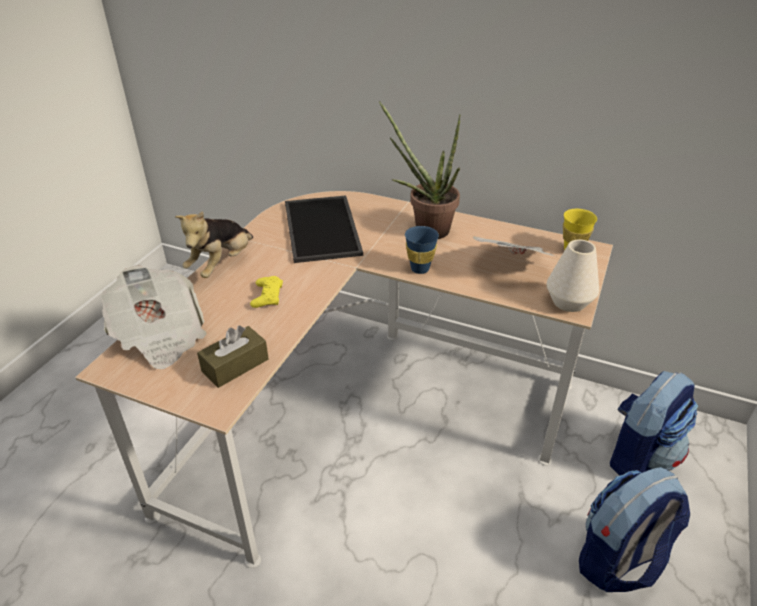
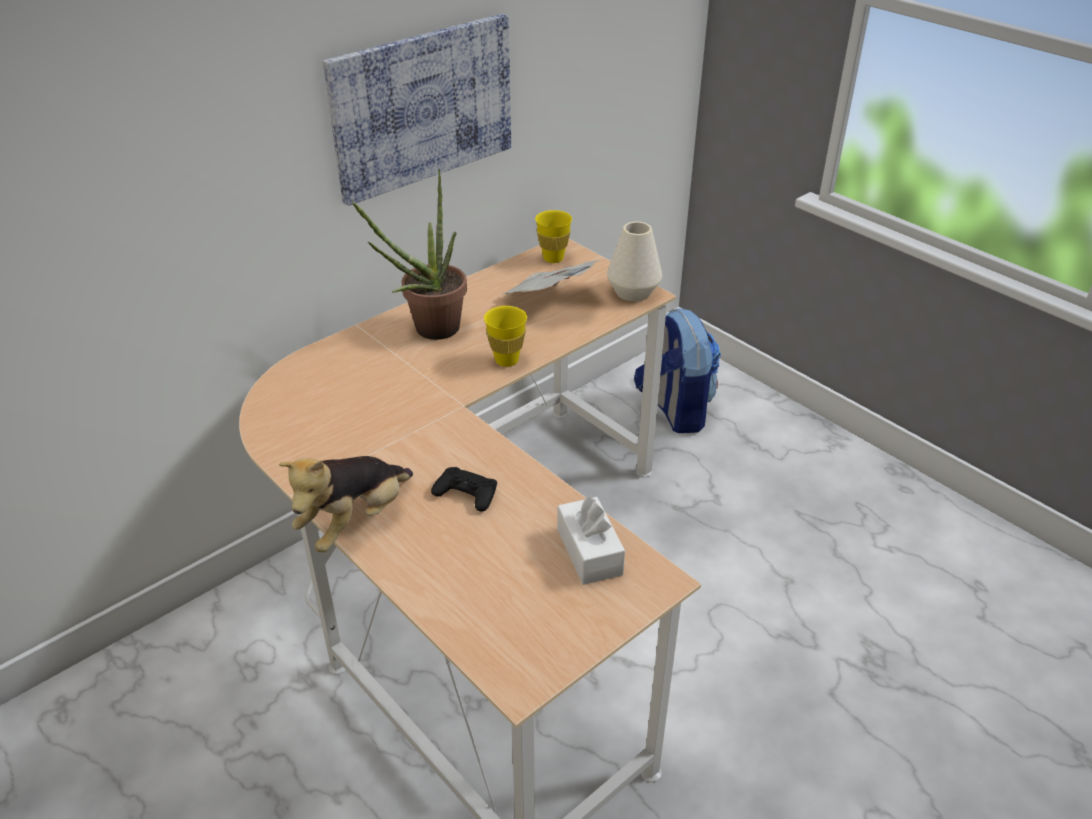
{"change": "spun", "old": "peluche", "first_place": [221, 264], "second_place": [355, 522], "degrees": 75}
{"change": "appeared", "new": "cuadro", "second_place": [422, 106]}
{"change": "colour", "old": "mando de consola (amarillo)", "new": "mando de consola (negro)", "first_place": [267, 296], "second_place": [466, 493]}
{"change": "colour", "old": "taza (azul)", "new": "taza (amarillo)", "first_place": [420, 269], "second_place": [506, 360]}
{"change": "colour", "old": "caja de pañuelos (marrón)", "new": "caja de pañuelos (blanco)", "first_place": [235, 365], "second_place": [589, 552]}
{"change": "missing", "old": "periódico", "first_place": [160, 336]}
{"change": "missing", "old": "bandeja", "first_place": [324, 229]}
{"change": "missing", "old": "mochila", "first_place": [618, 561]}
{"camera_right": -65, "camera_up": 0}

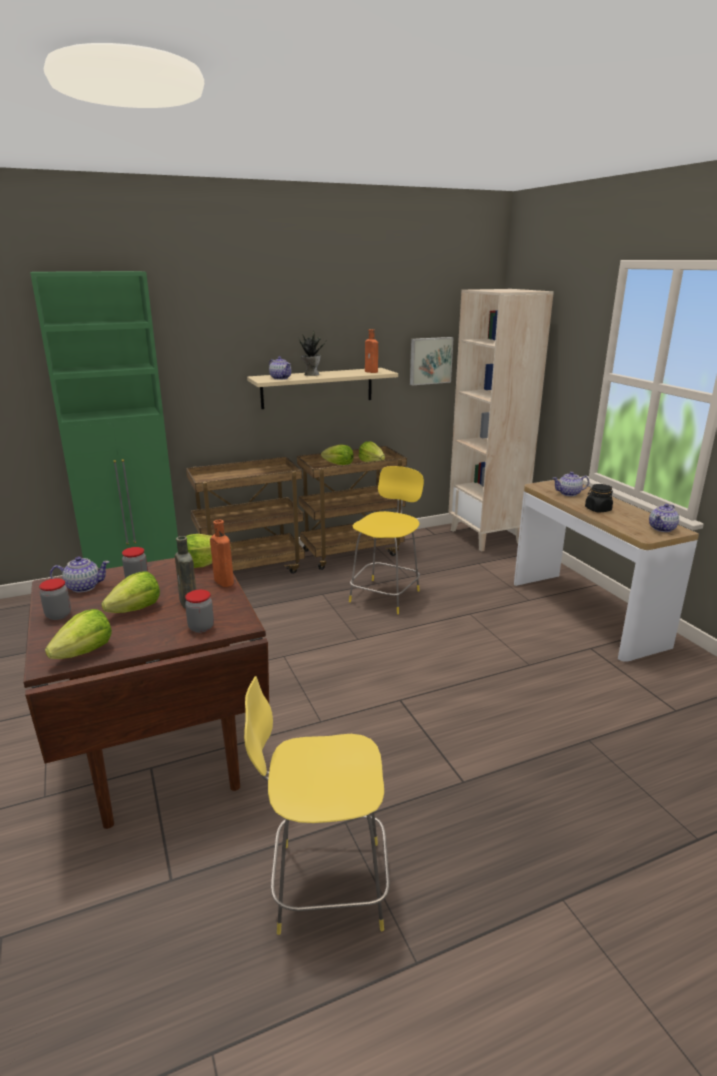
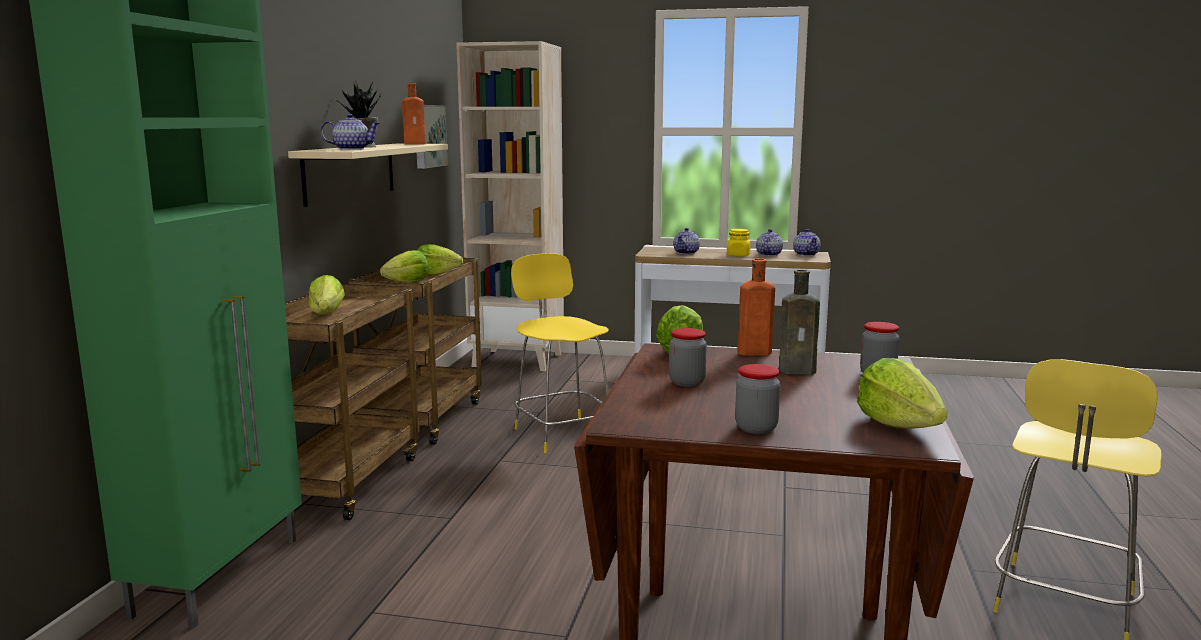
{"change": "relocated", "old": "lechuga", "first_place": [136, 609], "second_place": [327, 314]}
{"change": "colour", "old": "tarro (negro)", "new": "tarro (amarillo)", "first_place": [597, 509], "second_place": [738, 255]}
{"change": "relocated", "old": "tetera", "first_place": [83, 587], "second_place": [768, 254]}
{"camera_right": -55, "camera_up": -10}

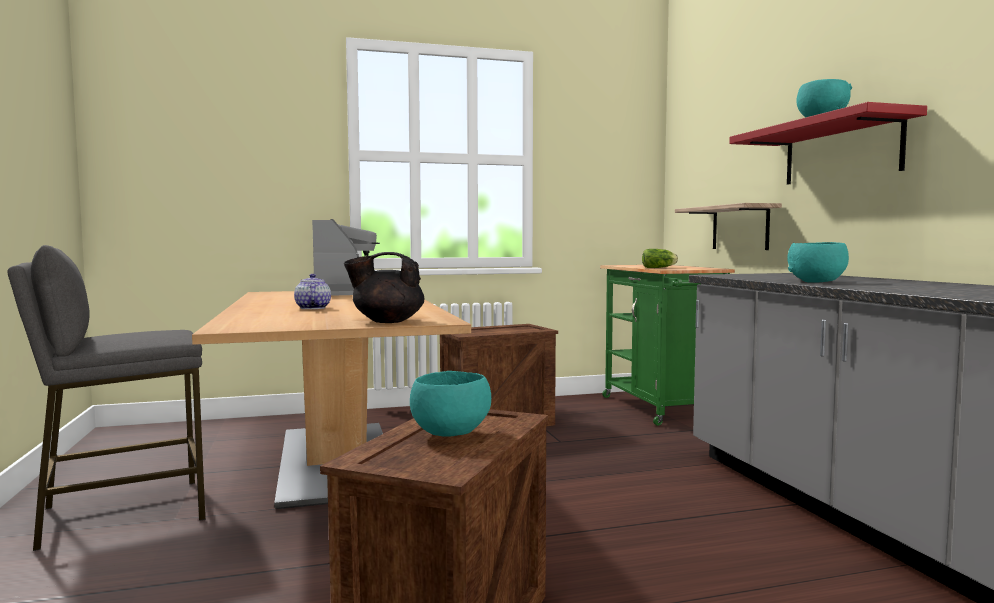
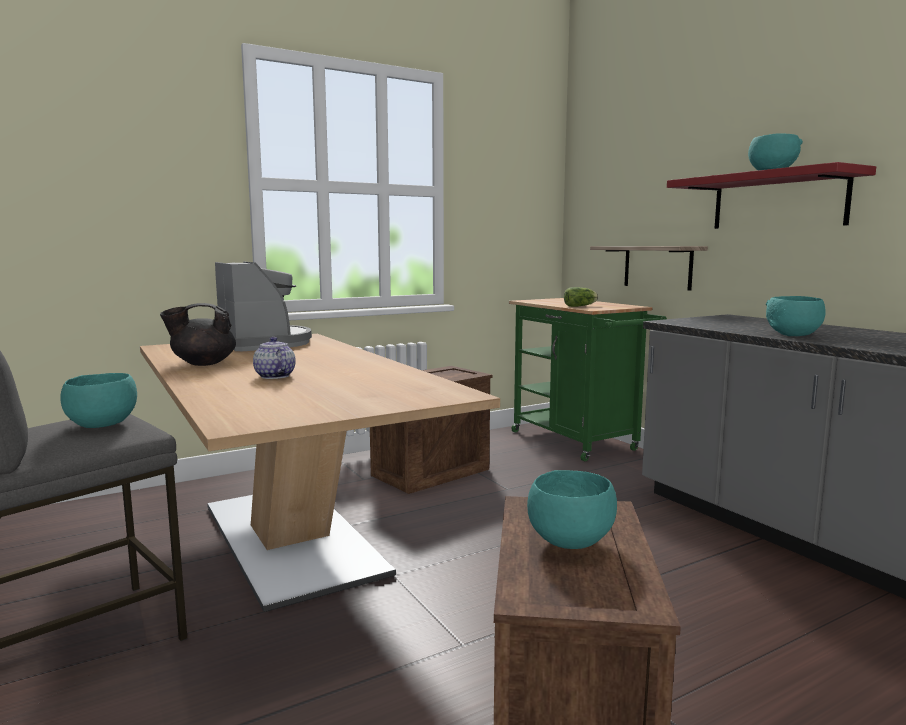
{"change": "appeared", "new": "cuenco (turquesa)", "second_place": [102, 425]}
{"change": "relocated", "old": "tetera (negro)", "first_place": [387, 321], "second_place": [203, 363]}
{"camera_right": -15, "camera_up": 5}

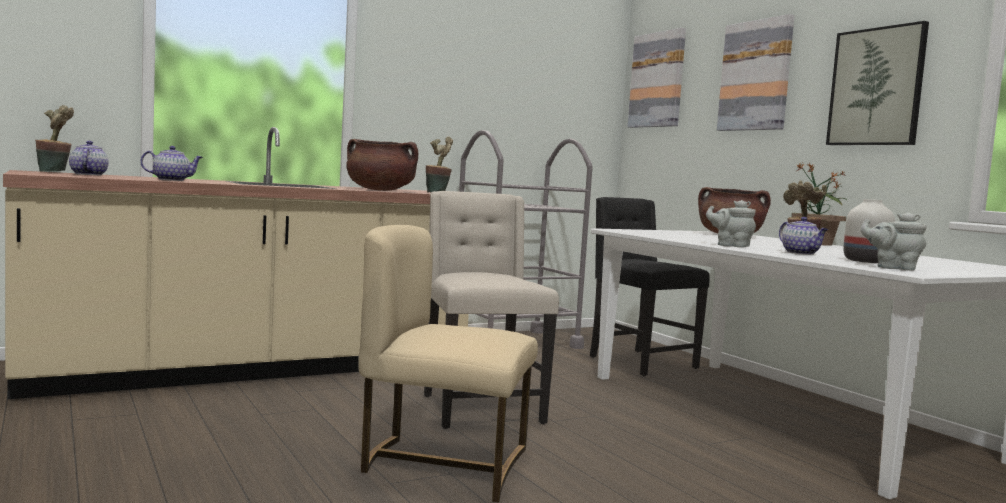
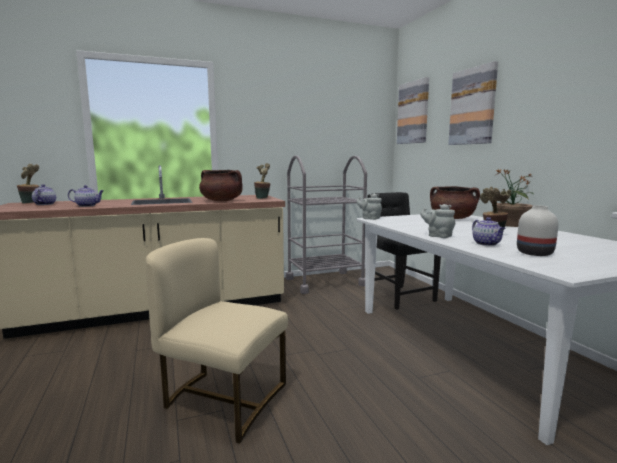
{"change": "relocated", "old": "tetera (gris)", "first_place": [892, 268], "second_place": [369, 218]}
{"change": "missing", "old": "silla (beis)", "first_place": [478, 408]}
{"change": "missing", "old": "cuadro", "first_place": [877, 87]}
{"camera_right": 10, "camera_up": 5}

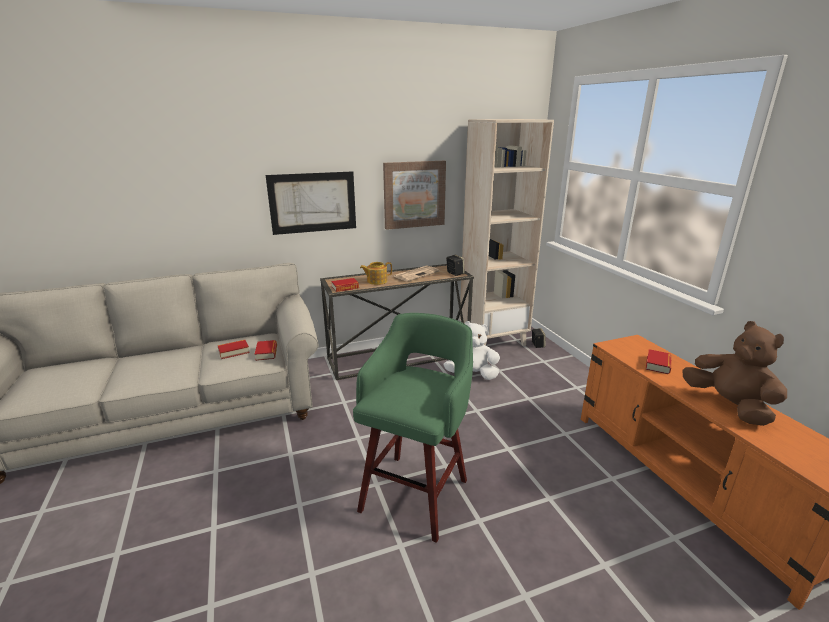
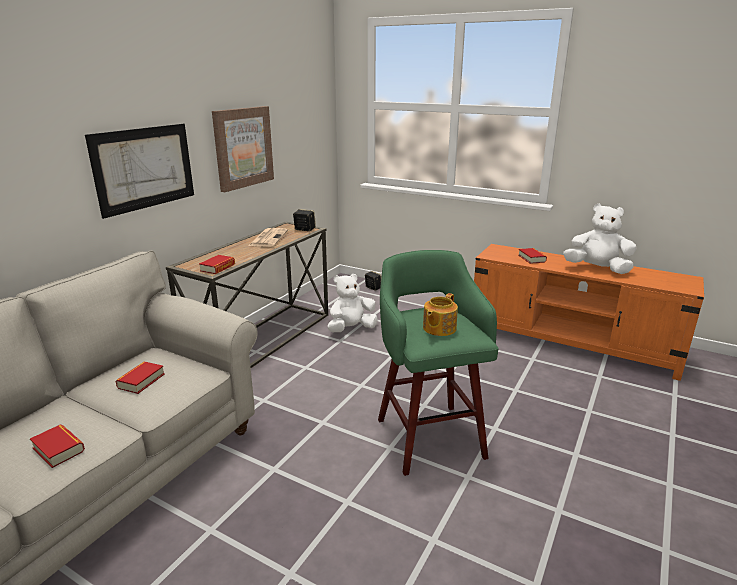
{"change": "relocated", "old": "libro", "first_place": [266, 353], "second_place": [58, 449]}
{"change": "relocated", "old": "tetera", "first_place": [376, 281], "second_place": [438, 328]}
{"change": "colour", "old": "peluche (marrón)", "new": "peluche (blanco)", "first_place": [729, 405], "second_place": [597, 269]}
{"change": "missing", "old": "estantería (beis)", "first_place": [493, 340]}
{"camera_right": -40, "camera_up": 0}

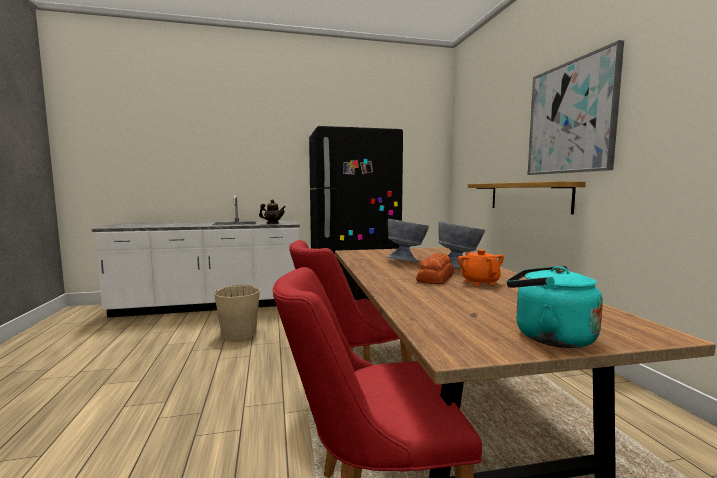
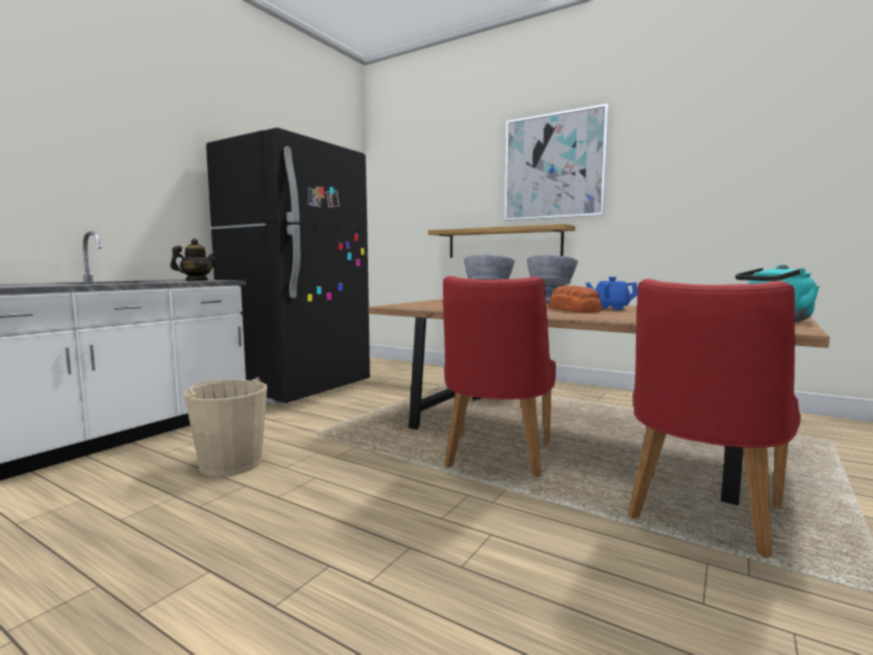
{"change": "colour", "old": "tetera (naranja)", "new": "tetera (azul)", "first_place": [479, 282], "second_place": [610, 308]}
{"camera_right": -45, "camera_up": 0}

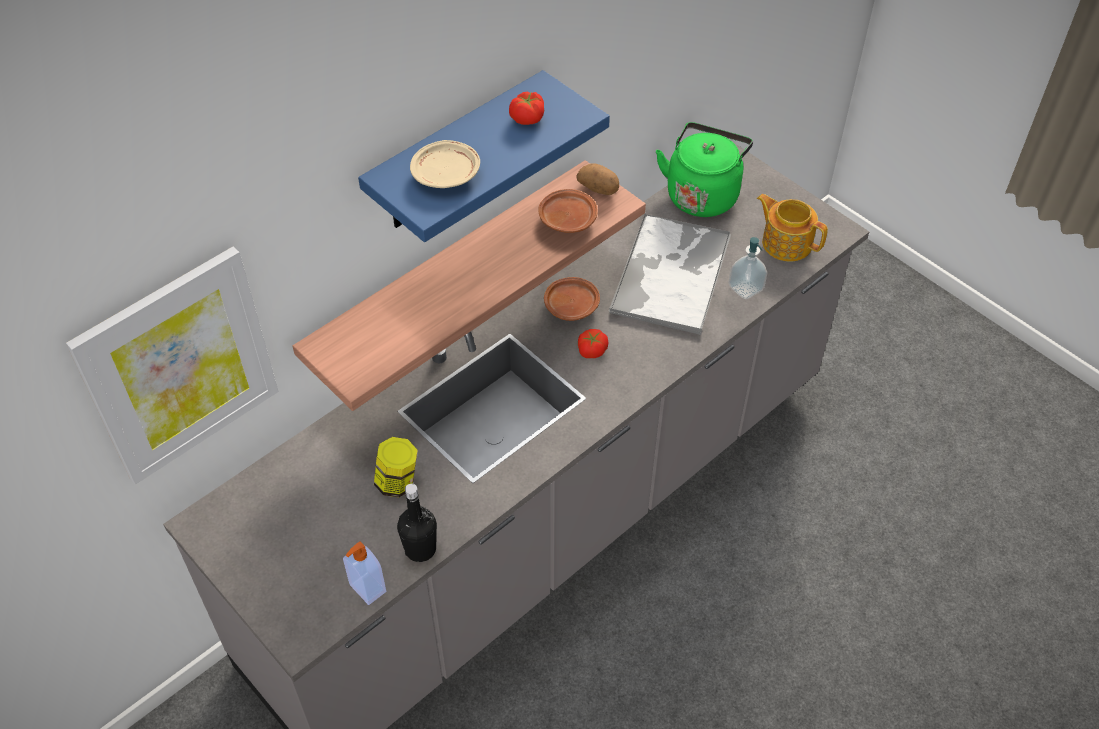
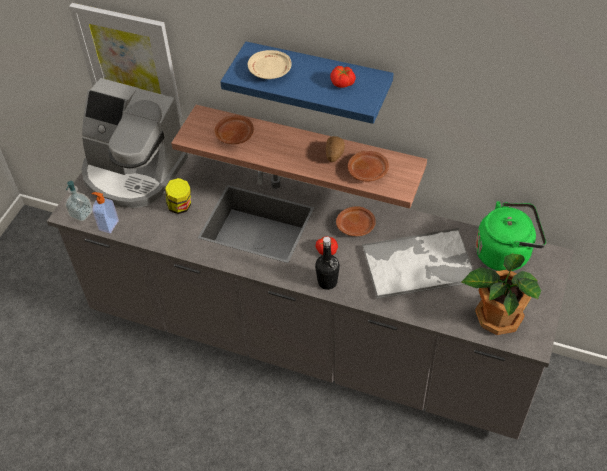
{"change": "relocated", "old": "dispensador de jabón", "first_place": [745, 288], "second_place": [81, 214]}
{"change": "appeared", "new": "cafetera", "second_place": [133, 172]}
{"change": "appeared", "new": "plato (marrón)", "second_place": [234, 135]}
{"change": "relocated", "old": "botella (negro)", "first_place": [420, 549], "second_place": [327, 282]}
{"change": "relocated", "old": "patata", "first_place": [599, 189], "second_place": [334, 155]}
{"change": "exchanged", "old": "tetera", "new": "planta en maceta", "first_place": [786, 242], "second_place": [496, 316]}
{"camera_right": 65, "camera_up": 0}

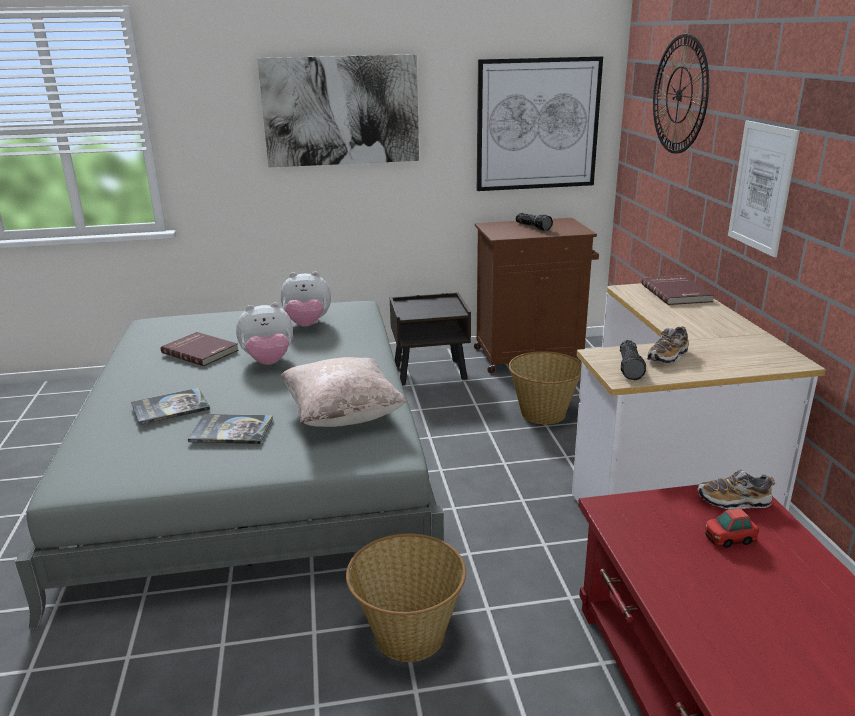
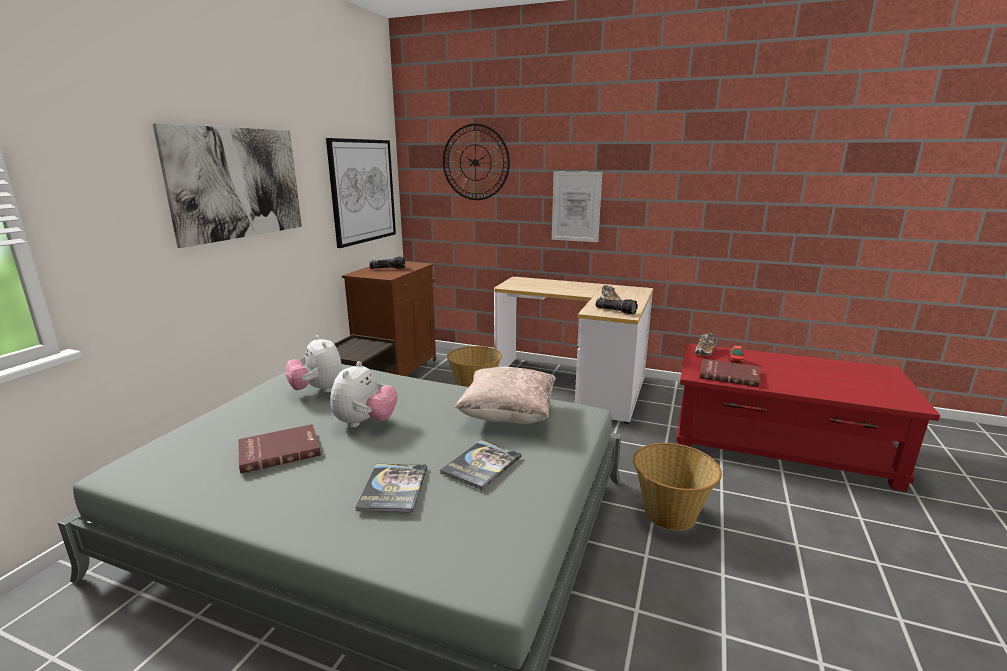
{"change": "spun", "old": "peluche", "first_place": [307, 325], "second_place": [318, 390], "degrees": 120}
{"change": "relocated", "old": "libro (rojo)", "first_place": [677, 293], "second_place": [728, 374]}
{"camera_right": -60, "camera_up": -5}

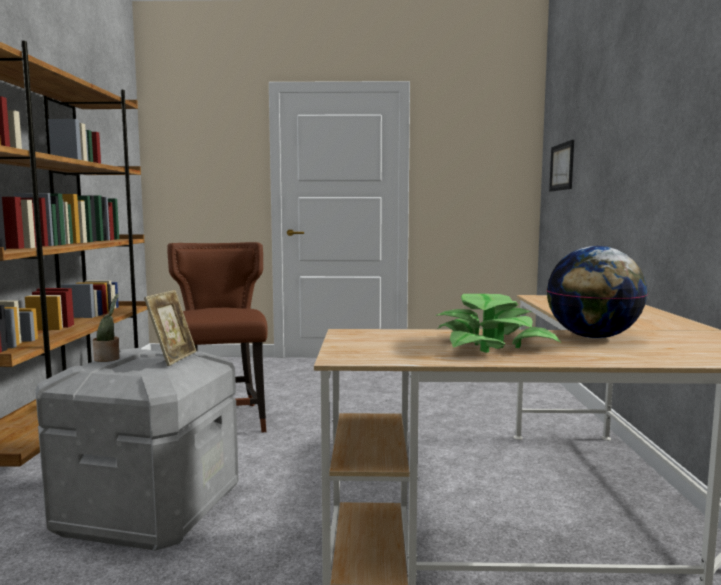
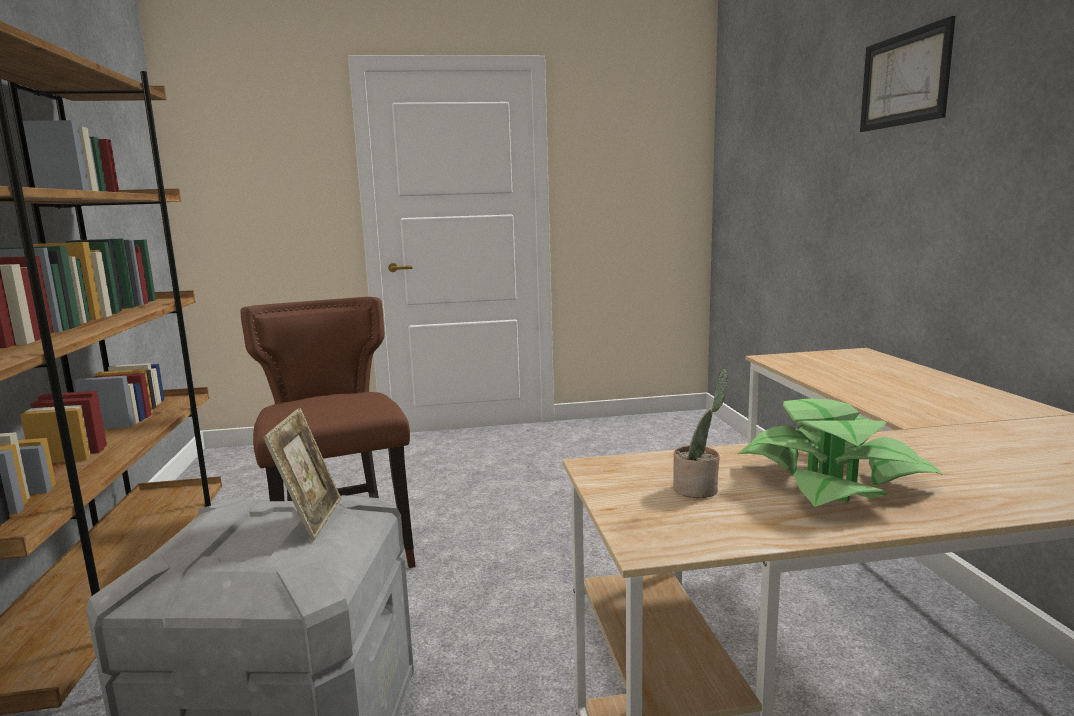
{"change": "relocated", "old": "planta en maceta", "first_place": [108, 359], "second_place": [698, 489]}
{"change": "relocated", "old": "cuadro", "first_place": [562, 167], "second_place": [904, 79]}
{"change": "missing", "old": "globo terráqueo", "first_place": [592, 337]}
{"camera_right": -10, "camera_up": 5}

